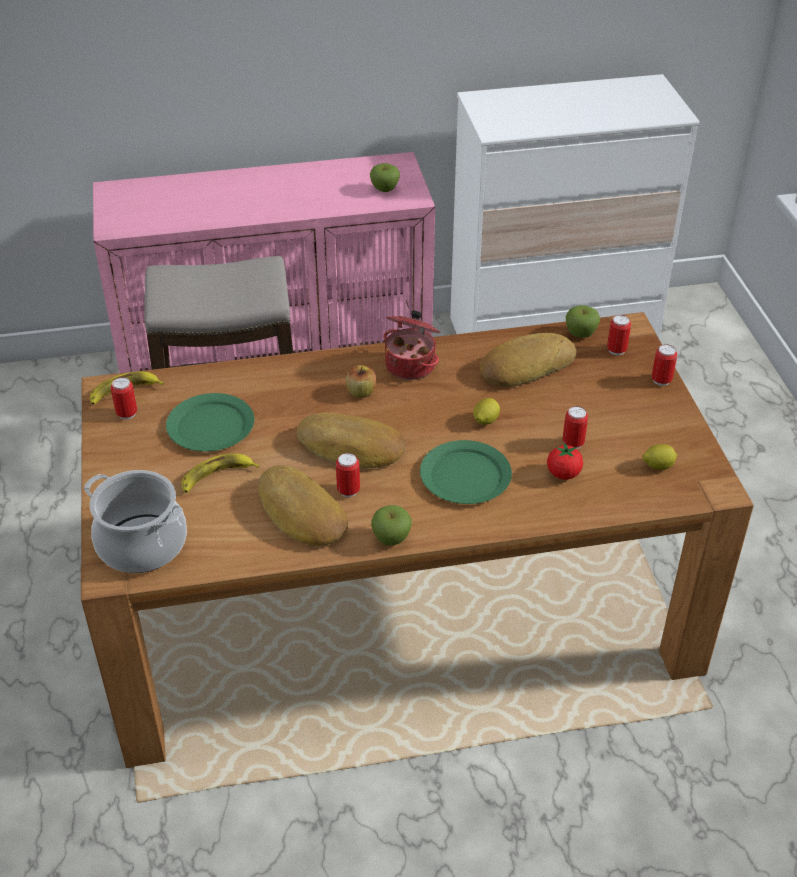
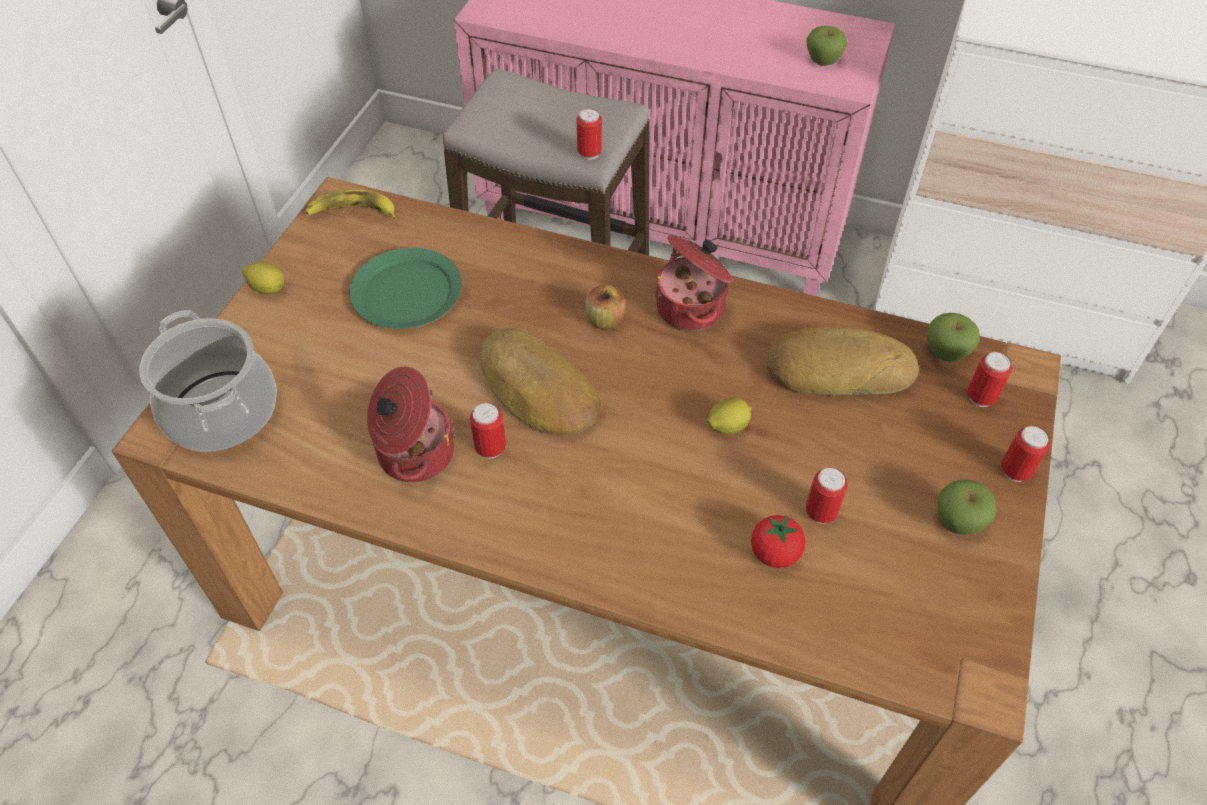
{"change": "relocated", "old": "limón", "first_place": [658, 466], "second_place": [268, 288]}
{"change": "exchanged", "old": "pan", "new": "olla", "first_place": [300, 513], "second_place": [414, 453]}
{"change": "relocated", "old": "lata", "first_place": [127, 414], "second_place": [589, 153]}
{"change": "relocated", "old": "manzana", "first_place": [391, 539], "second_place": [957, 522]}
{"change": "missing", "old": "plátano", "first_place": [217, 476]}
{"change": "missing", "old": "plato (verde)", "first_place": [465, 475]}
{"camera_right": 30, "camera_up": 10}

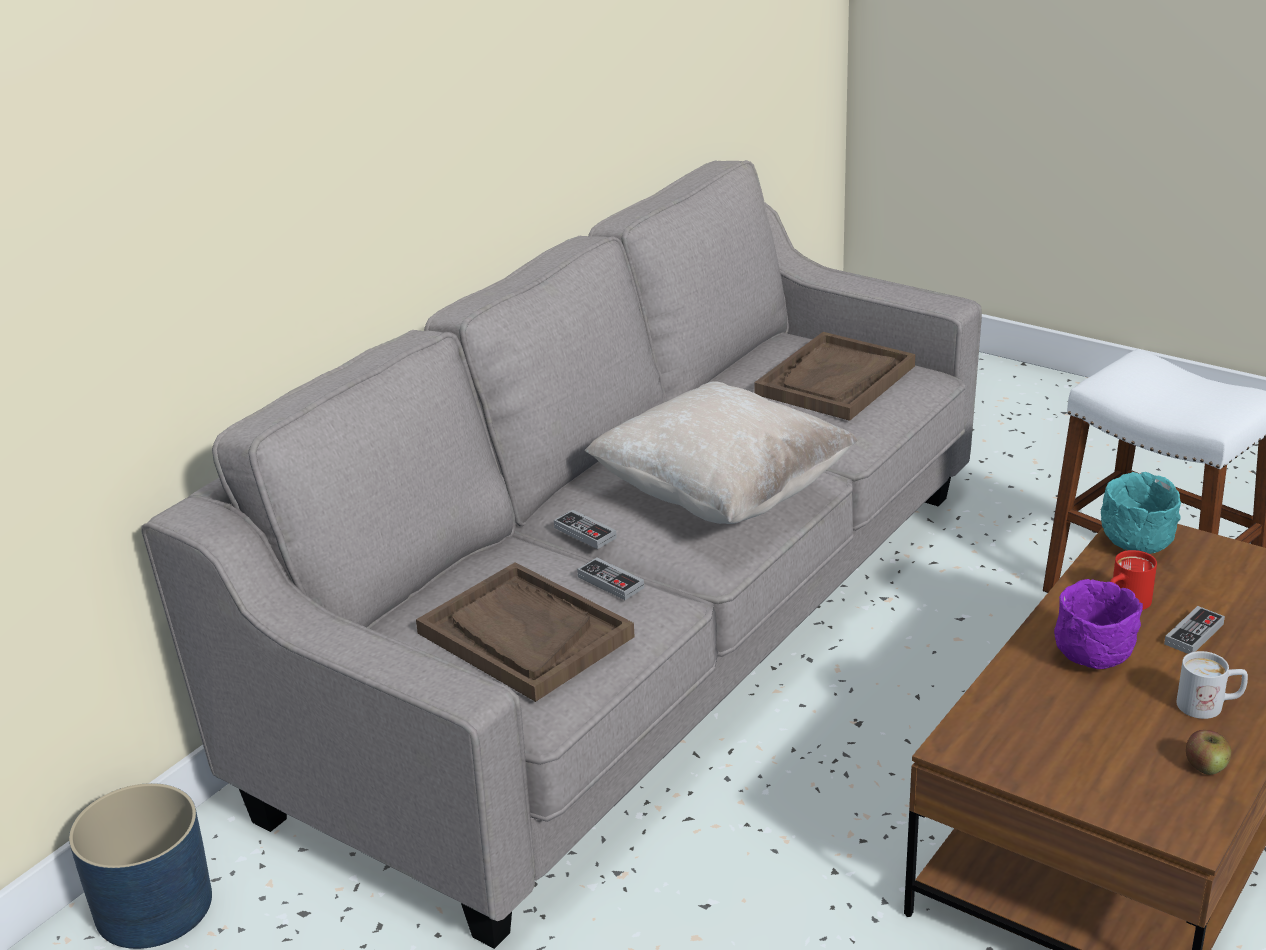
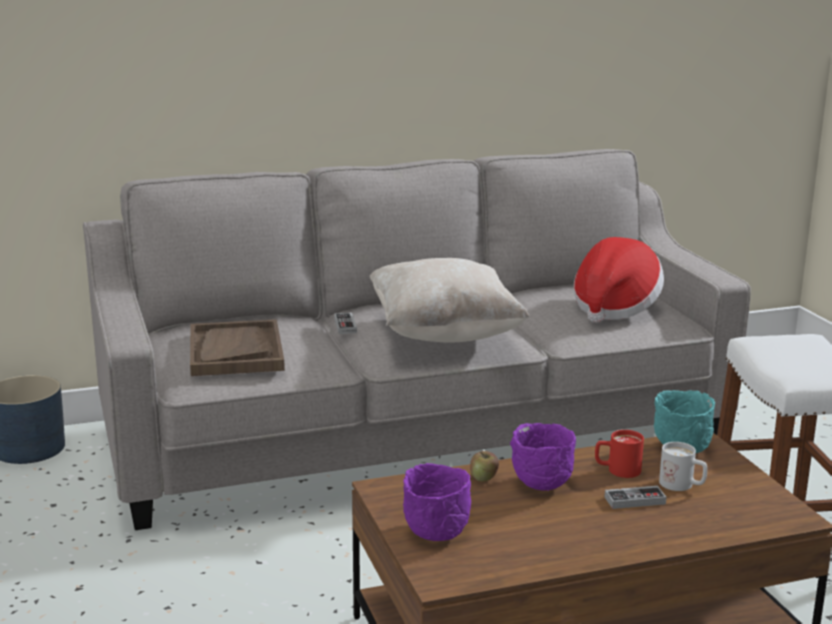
{"change": "appeared", "new": "cuenco (morado)", "second_place": [437, 533]}
{"change": "relocated", "old": "manzana", "first_place": [1206, 766], "second_place": [483, 477]}
{"change": "exchanged", "old": "bandeja (marrón)", "new": "sombrero", "first_place": [835, 380], "second_place": [614, 308]}
{"change": "relocated", "old": "taza grande (blanco)", "first_place": [1209, 705], "second_place": [682, 486]}
{"change": "missing", "old": "mando de consola", "first_place": [610, 582]}
{"camera_right": 35, "camera_up": -10}

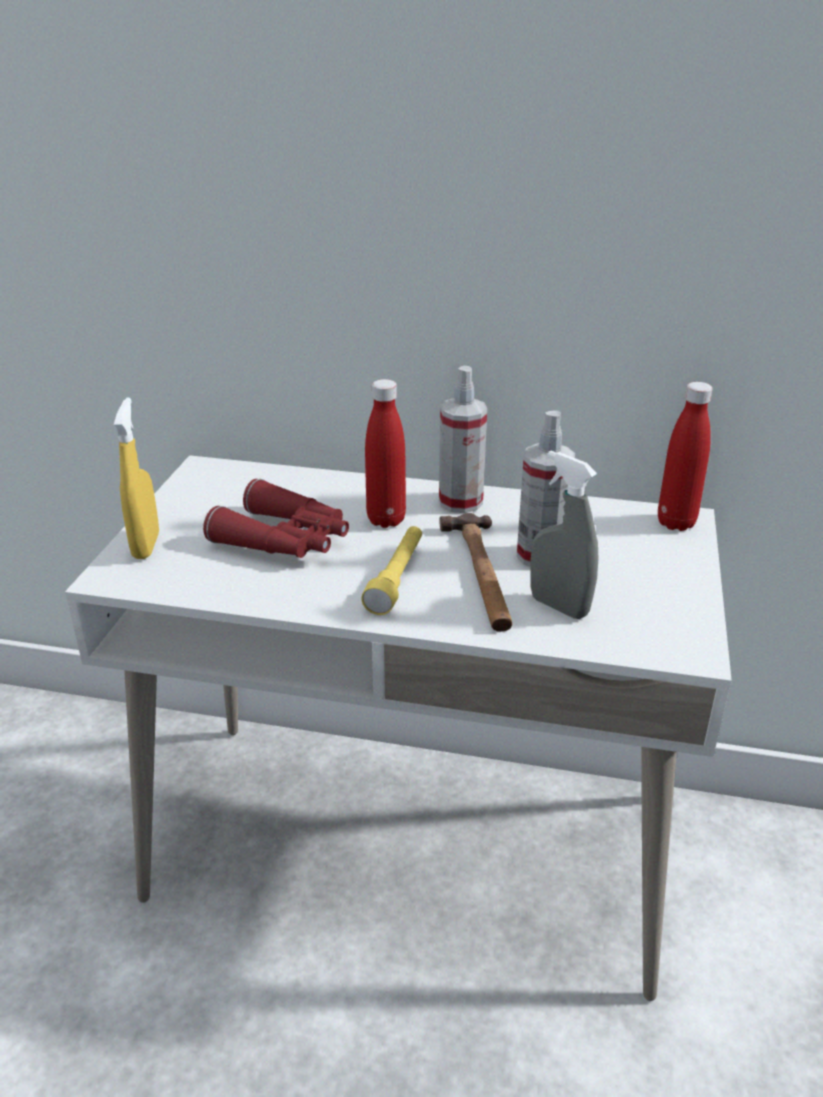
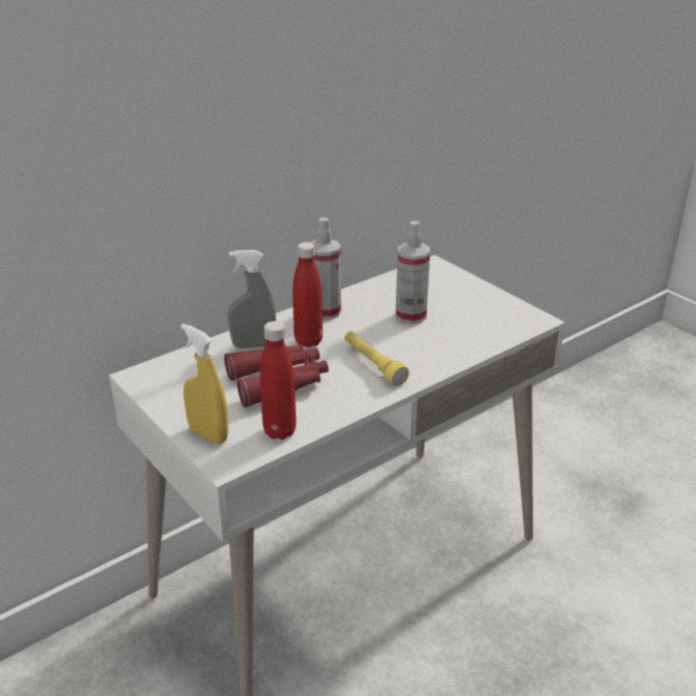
{"change": "relocated", "old": "pulverizador (gris)", "first_place": [559, 606], "second_place": [253, 345]}
{"change": "relocated", "old": "botella (rojo)", "first_place": [676, 523], "second_place": [280, 431]}
{"change": "missing", "old": "martillo", "first_place": [480, 574]}
{"camera_right": -50, "camera_up": 0}

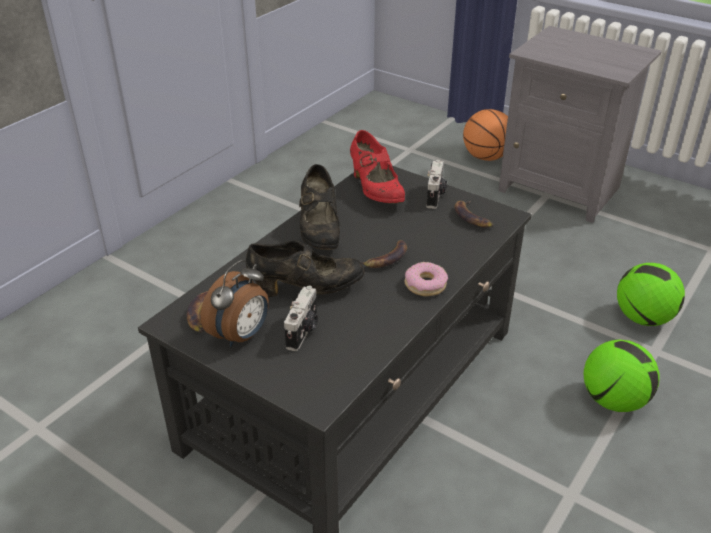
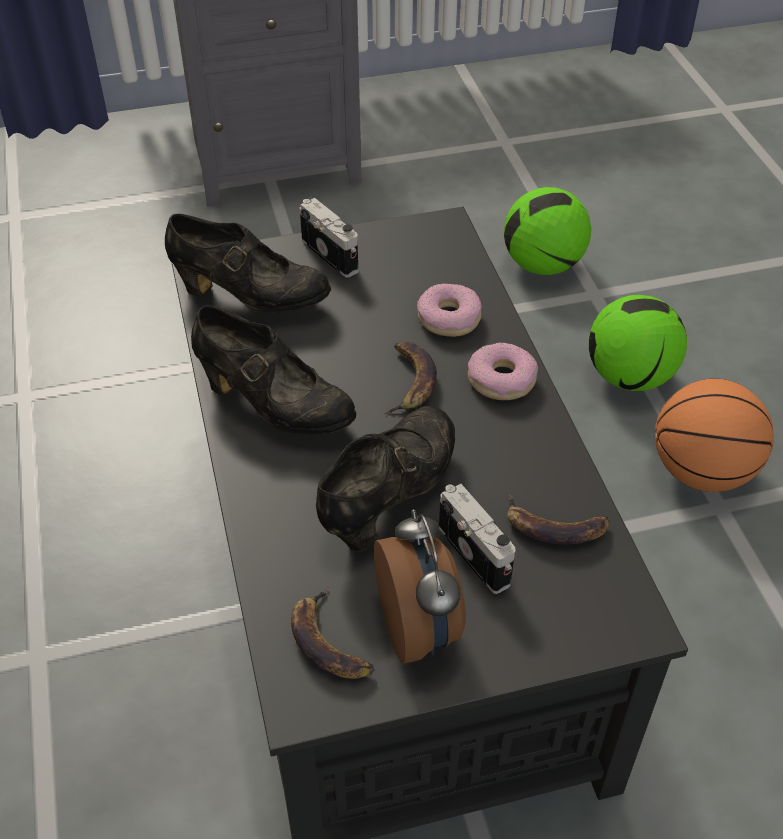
{"change": "colour", "old": "zapato (rojo)", "new": "zapato (negro)", "first_place": [375, 190], "second_place": [250, 297]}
{"change": "appeared", "new": "rosquilla", "second_place": [449, 318]}
{"change": "relocated", "old": "plátano", "first_place": [472, 217], "second_place": [555, 526]}
{"change": "relocated", "old": "balón de baloncesto", "first_place": [486, 157], "second_place": [701, 472]}
{"camera_right": -50, "camera_up": 10}

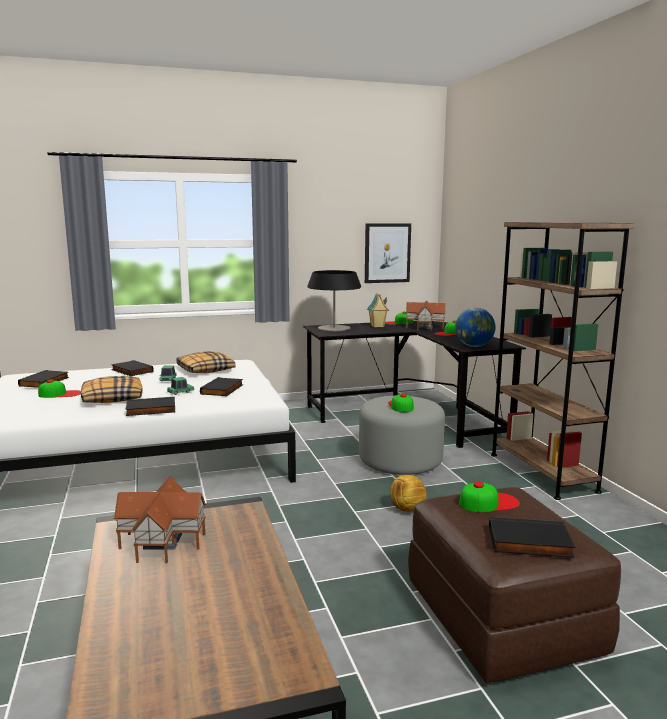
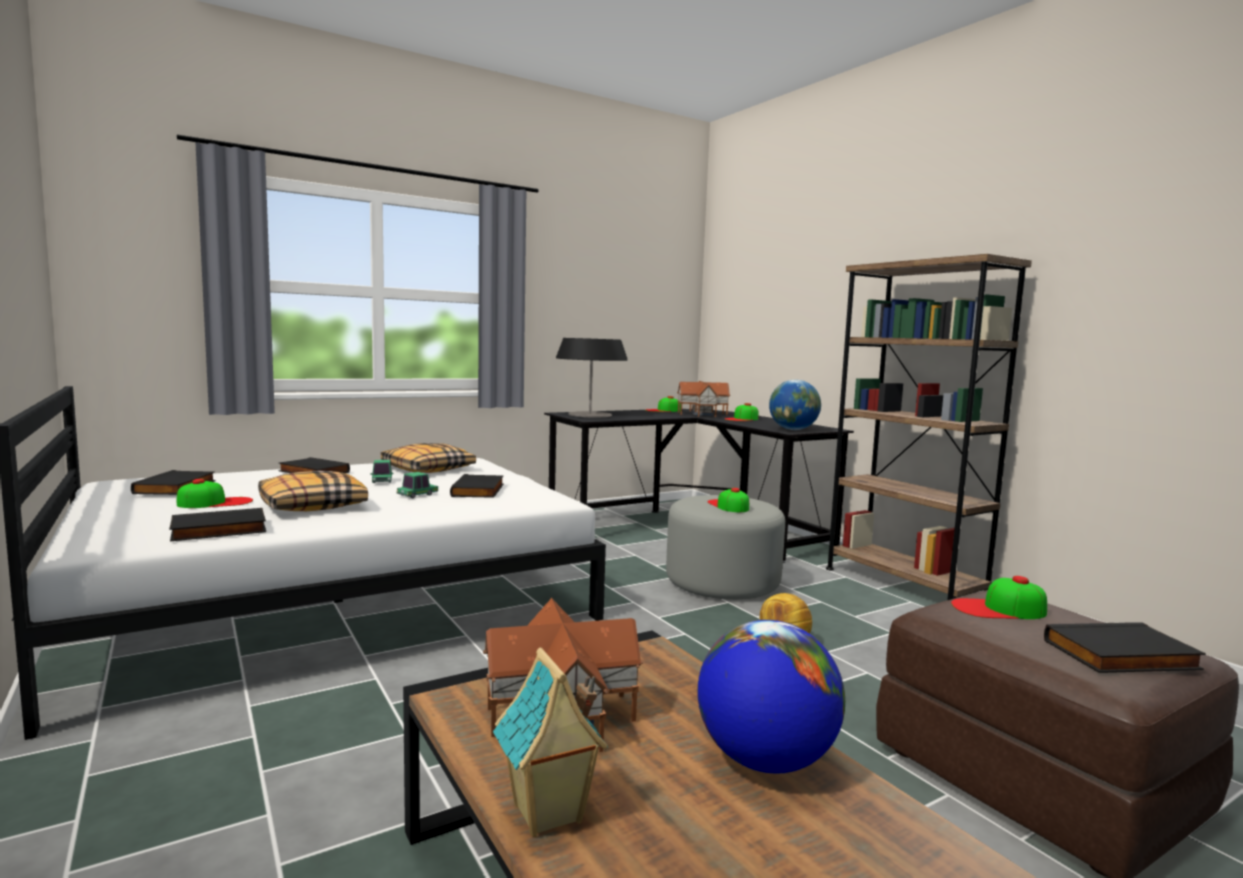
{"change": "relocated", "old": "libro (negro)", "first_place": [150, 410], "second_place": [218, 531]}
{"change": "relocated", "old": "casita", "first_place": [377, 326], "second_place": [548, 815]}
{"change": "appeared", "new": "globo terráqueo", "second_place": [765, 760]}
{"change": "spun", "old": "gorra", "first_place": [488, 502], "second_place": [998, 609], "degrees": -150}
{"change": "missing", "old": "cuadro", "first_place": [387, 253]}
{"camera_right": -15, "camera_up": -5}

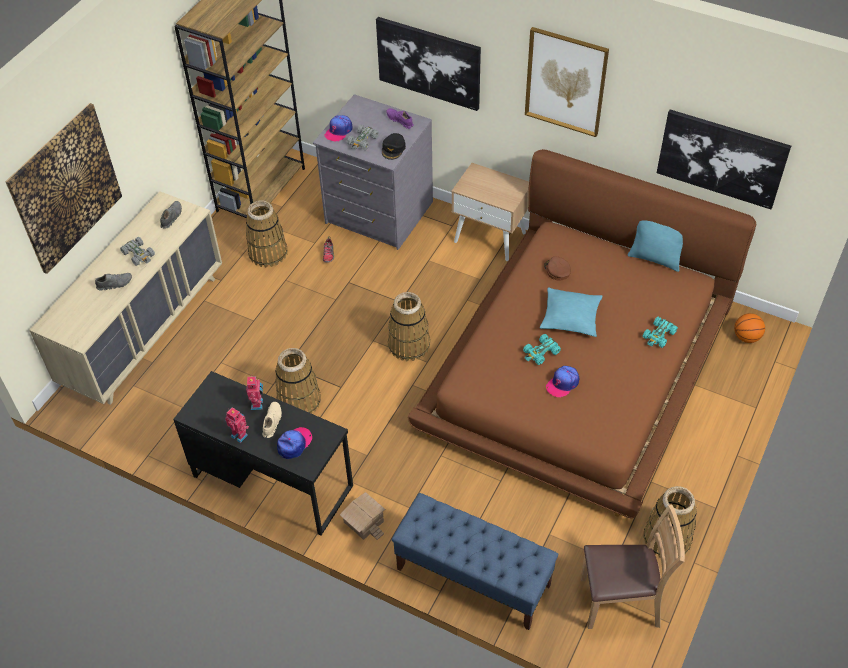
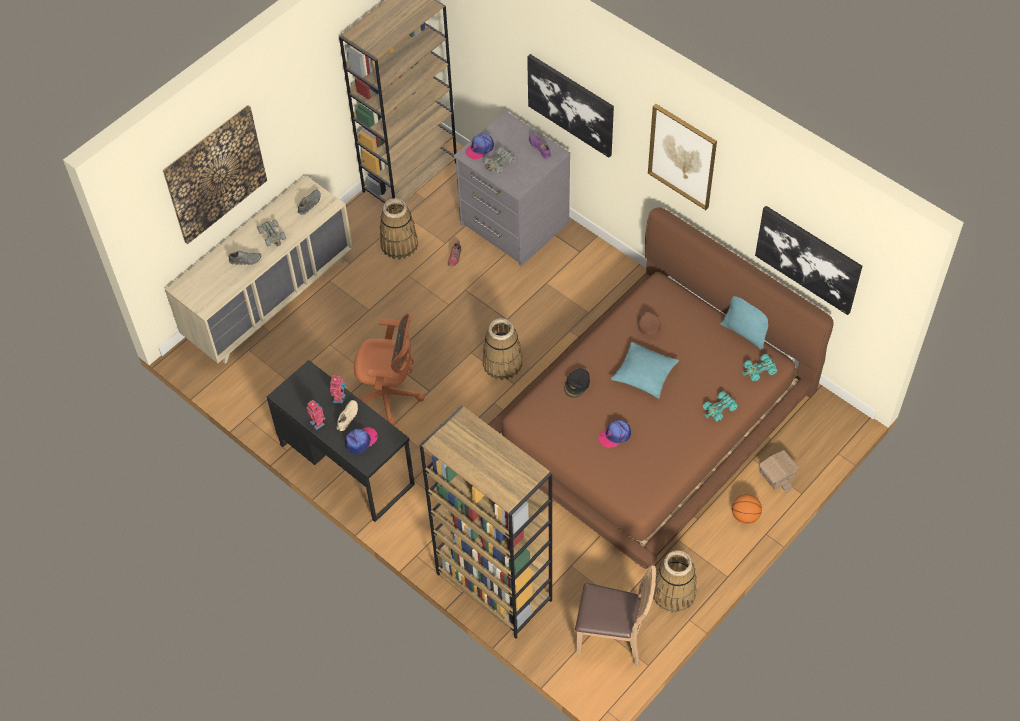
{"change": "exchanged", "old": "cesta", "new": "silla de oficina (naranja)", "first_place": [299, 401], "second_place": [389, 396]}
{"change": "exchanged", "old": "banco (azul)", "new": "estantería (marrón)", "first_place": [472, 577], "second_place": [493, 587]}
{"change": "relocated", "old": "gorra (negro)", "first_place": [393, 149], "second_place": [577, 384]}
{"change": "relocated", "old": "balón de baloncesto", "first_place": [746, 337], "second_place": [745, 516]}
{"change": "relocated", "old": "coche de juguete (turquesa)", "first_place": [541, 352], "second_place": [759, 370]}
{"change": "relocated", "old": "casita", "first_place": [363, 522], "second_place": [776, 475]}
{"change": "missing", "old": "mesita de noche (beis)", "first_place": [490, 237]}
{"camera_right": 15, "camera_up": 5}

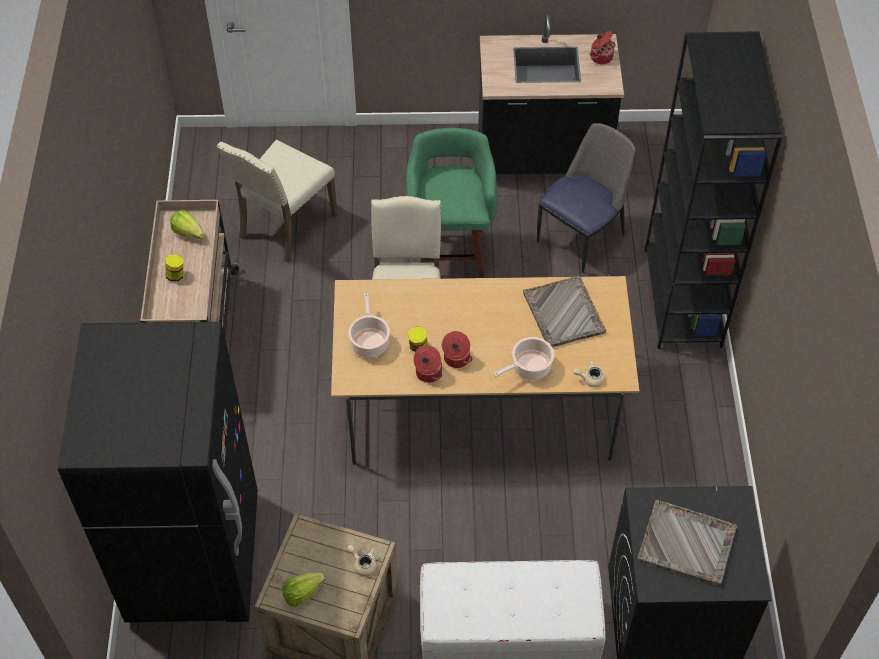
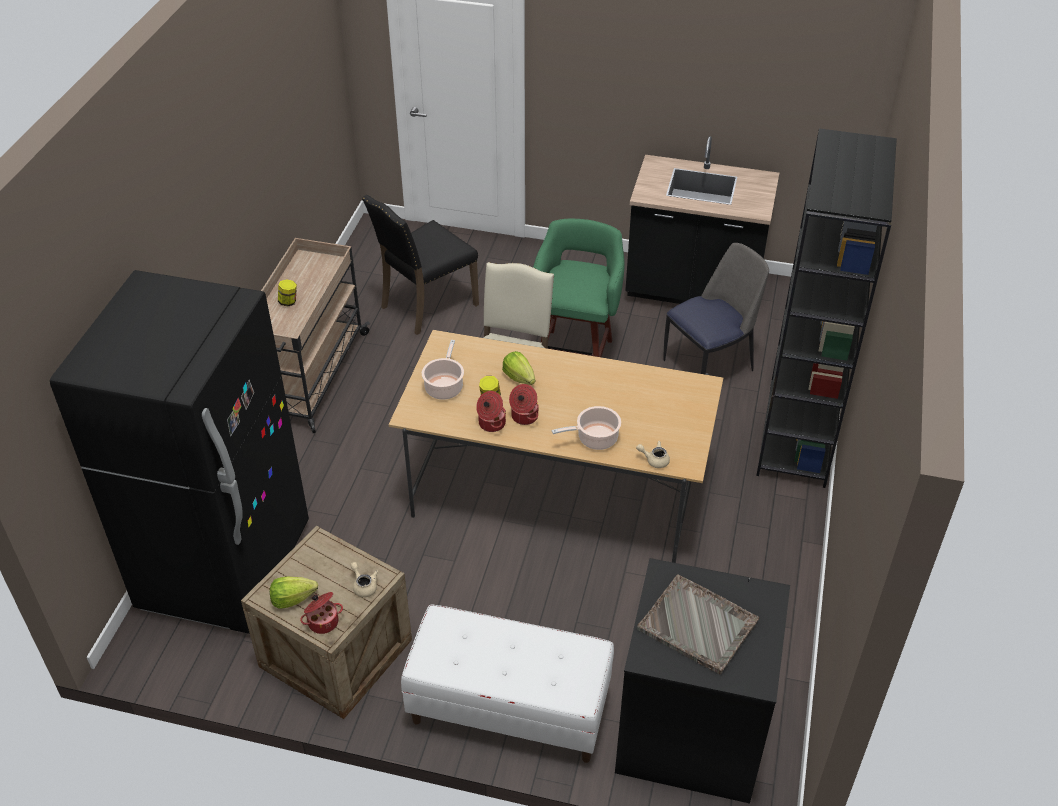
{"change": "relocated", "old": "olla", "first_place": [601, 57], "second_place": [323, 621]}
{"change": "colour", "old": "silla (beis)", "new": "silla (negro)", "first_place": [285, 226], "second_place": [426, 305]}
{"change": "relocated", "old": "lechuga", "first_place": [188, 232], "second_place": [519, 377]}
{"change": "missing", "old": "bandeja (gris)", "first_place": [564, 313]}
{"camera_right": 15, "camera_up": -10}

